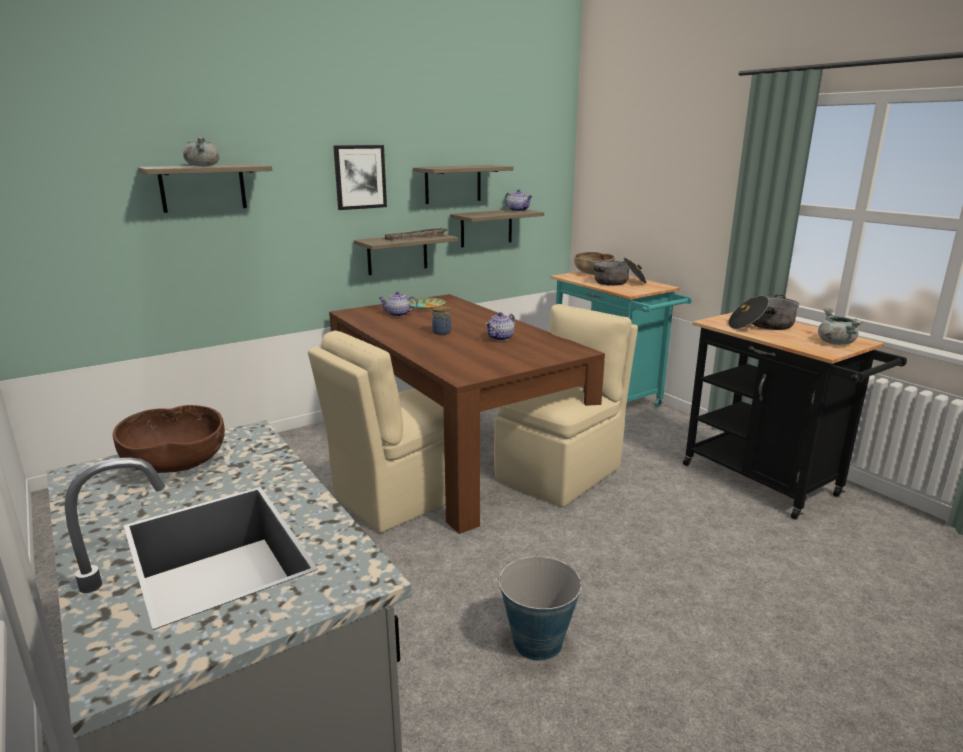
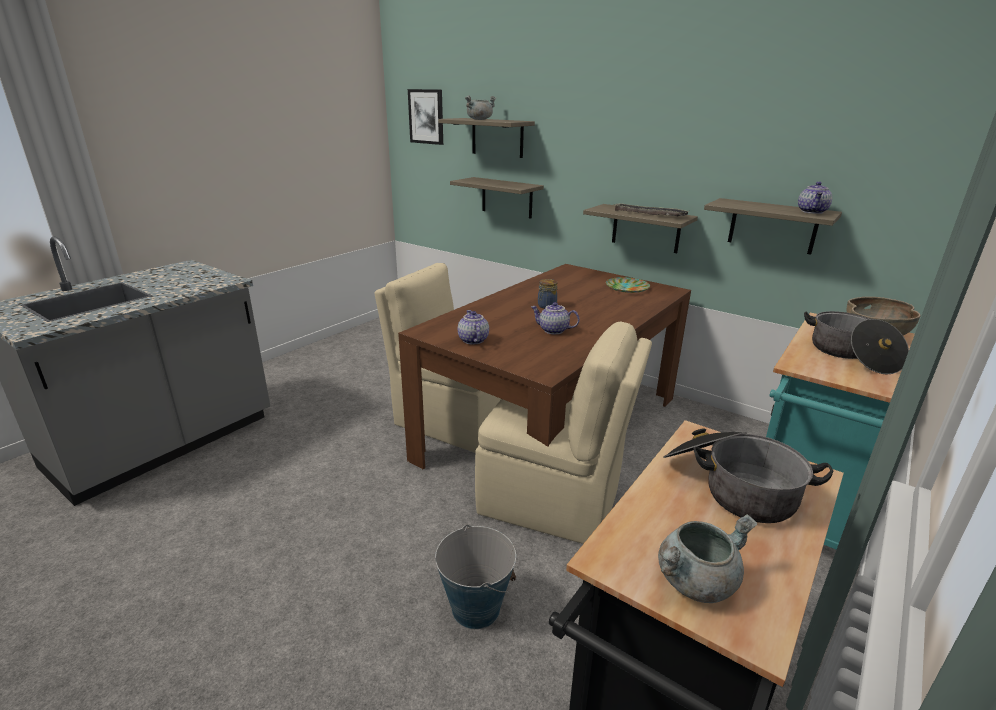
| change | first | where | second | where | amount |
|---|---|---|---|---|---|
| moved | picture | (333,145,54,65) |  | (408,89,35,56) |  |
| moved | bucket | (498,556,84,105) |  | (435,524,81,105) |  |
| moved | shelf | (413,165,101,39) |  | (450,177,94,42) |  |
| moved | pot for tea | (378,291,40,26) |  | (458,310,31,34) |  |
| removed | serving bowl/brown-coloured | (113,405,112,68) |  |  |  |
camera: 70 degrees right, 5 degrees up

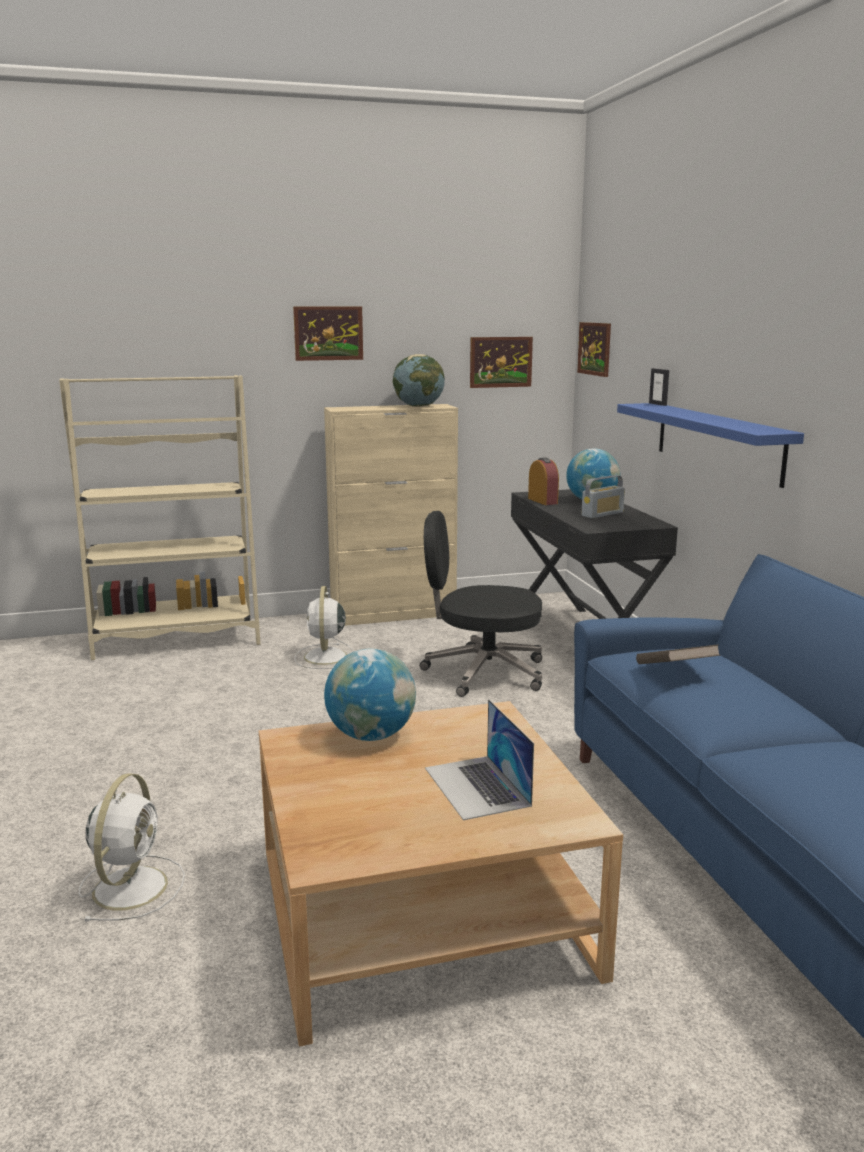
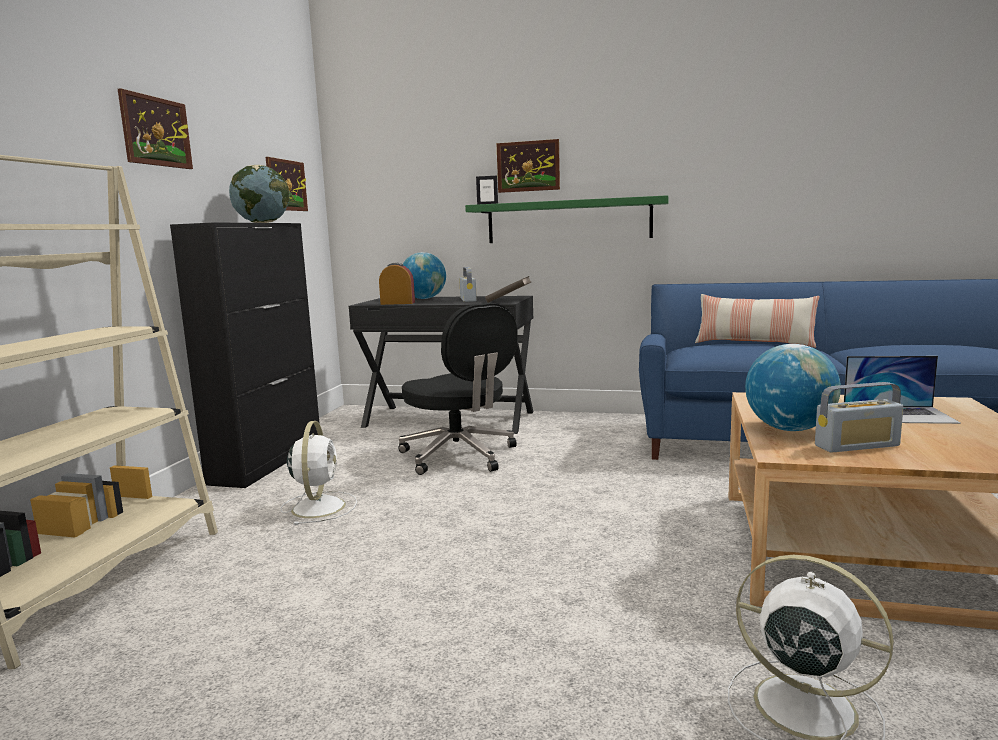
| change | first | where | second | where | amount |
|---|---|---|---|---|---|
| recoloured | storage cabinet/beige-coloured | (324,404,134,222) | storage cabinet/blackish | (170,223,150,265) |  |
| turned | electric fan/white-coloured | (294,586,60,83) |  | (280,421,77,104) | 120 degrees counterclockwise |
| turned | desk chair/blackish | (420,511,122,186) |  | (398,303,119,172) | 75 degrees counterclockwise |
| recoloured | shelf/blue | (617,403,187,85) | shelf/green | (465,195,204,48) |  |
| moved | volume/brown-coloured | (636,644,85,20) |  | (485,276,46,27) |  |
| moved | picture | (577,322,34,55) |  | (496,139,64,54) |  |
| added |  |  | throw pillow | (695,294,124,54) |  |
| added |  |  | radio set | (815,382,88,71) |  |
camera: 60 degrees left, 5 degrees down

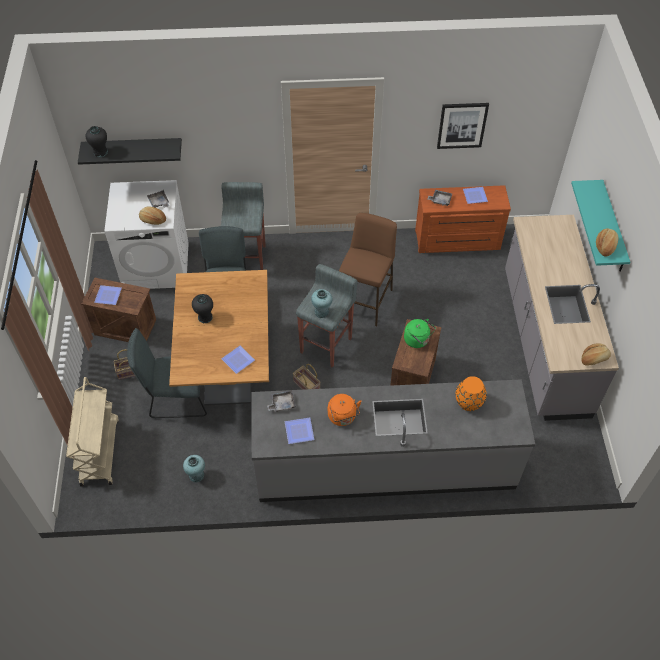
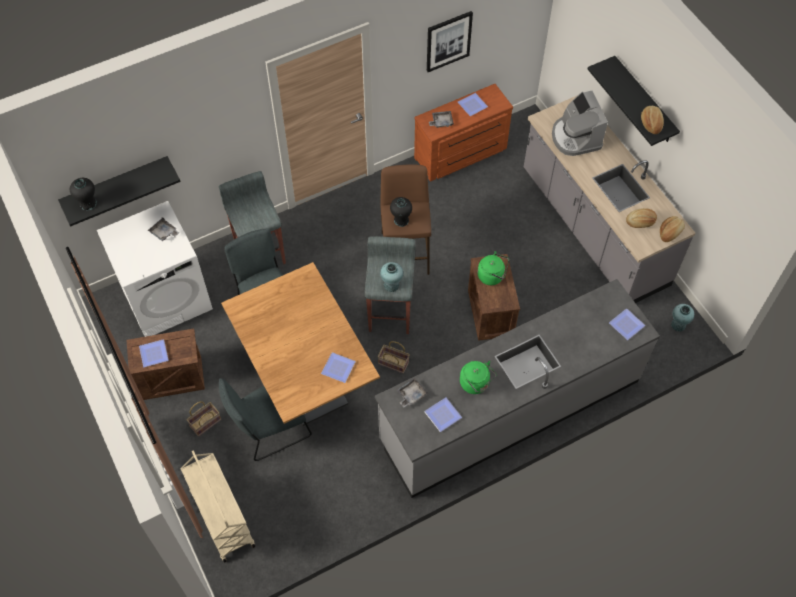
| change | first | where | second | where | amount |
|---|---|---|---|---|---|
| moved | vase/blackish | (192,294,21,29) |  | (390,197,22,30) |  |
| recoloured | kettle/orange-coloured | (328,394,34,32) | kettle/green | (460,361,37,33) |  |
| added |  |  | coffee machine | (552,91,56,65) |  |
| recoloured | shelf/blue-green | (571,180,59,92) | shelf/blackish | (588,56,92,90) |  |
| added |  |  | plate | (609,308,37,32) |  |
| moved | baked bread | (139,206,27,19) |  | (626,208,31,20) |  |
| moved | vase/blue-green | (183,455,22,27) |  | (671,304,23,28) |  |
| removed | vase/orange-coloured | (455,376,32,35) |  |  |  |
camera: 25 degrees left, 5 degrees up

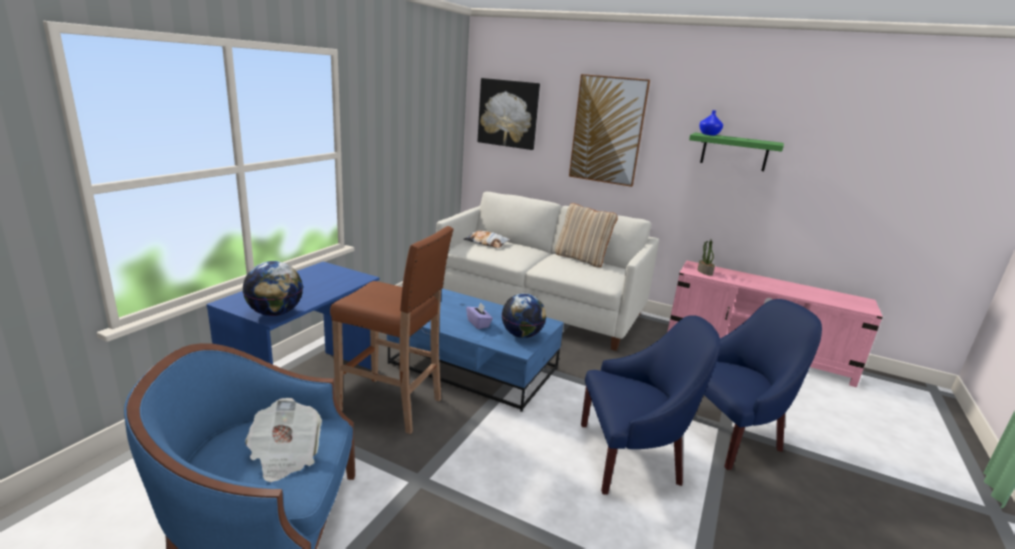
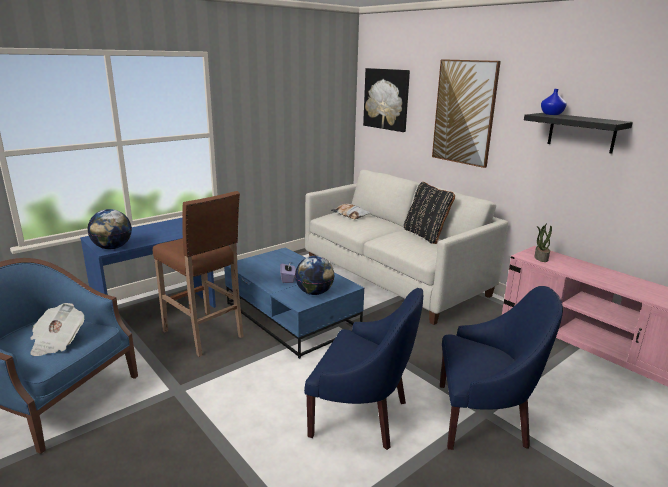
| change | first | where | second | where | amount |
|---|---|---|---|---|---|
| recoloured | throw pillow/beige-coloured | (555,203,63,64) | throw pillow/blackish | (404,182,51,62) |  |
| recoloured | shelf/green | (689,133,95,38) | shelf/blackish | (524,113,109,41) |  |
camera: 25 degrees right, 0 degrees up

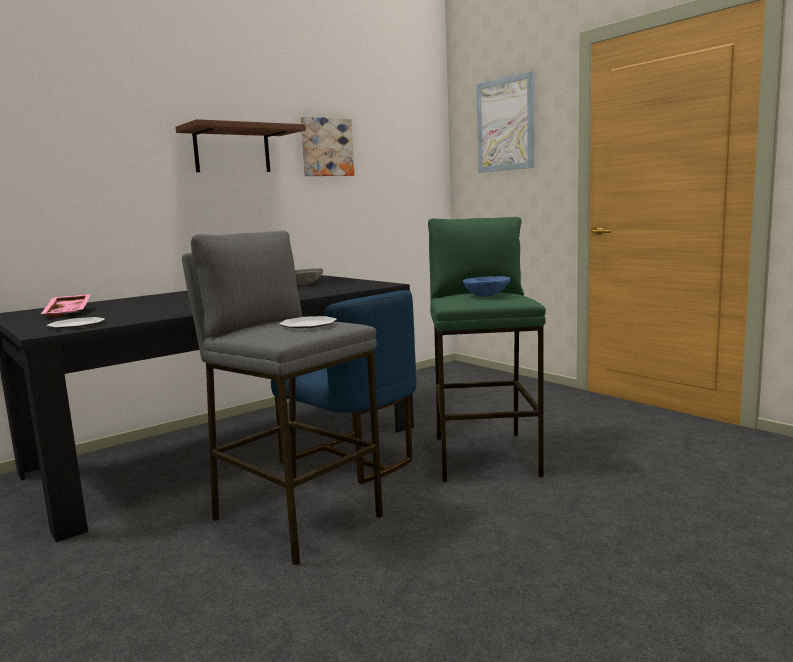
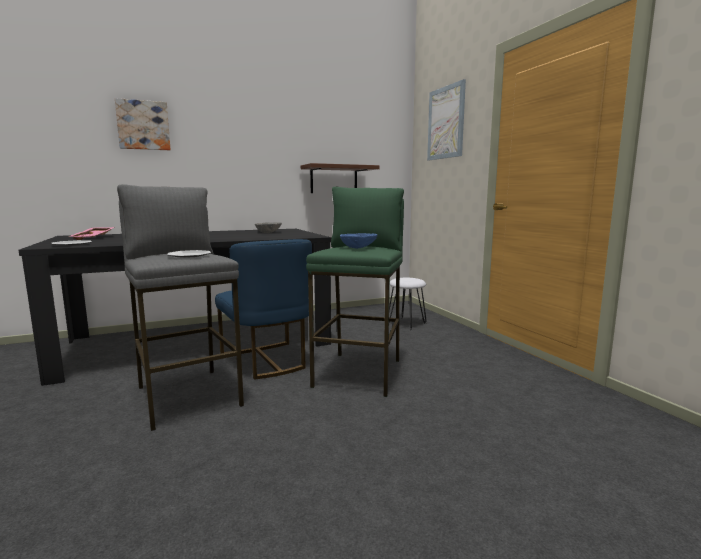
| change | first | where | second | where | amount |
|---|---|---|---|---|---|
| moved | picture | (301,116,54,60) |  | (115,98,55,53) |  |
| moved | shelf/brown-coloured | (175,119,131,53) |  | (301,163,79,30) |  |
| added |  |  | stool seat/white-coloured | (389,278,38,52) |  |
camera: 15 degrees right, 0 degrees up

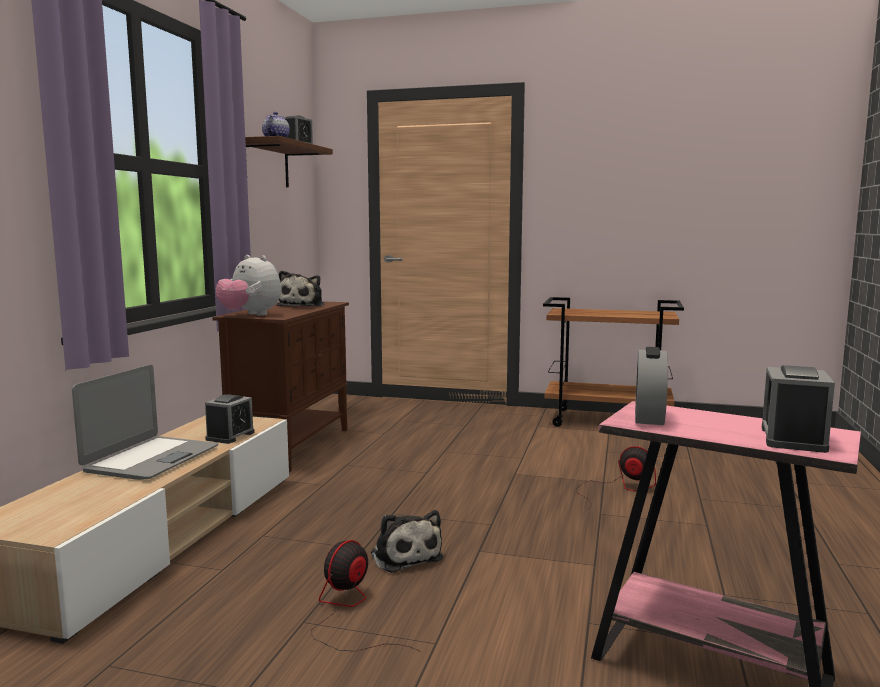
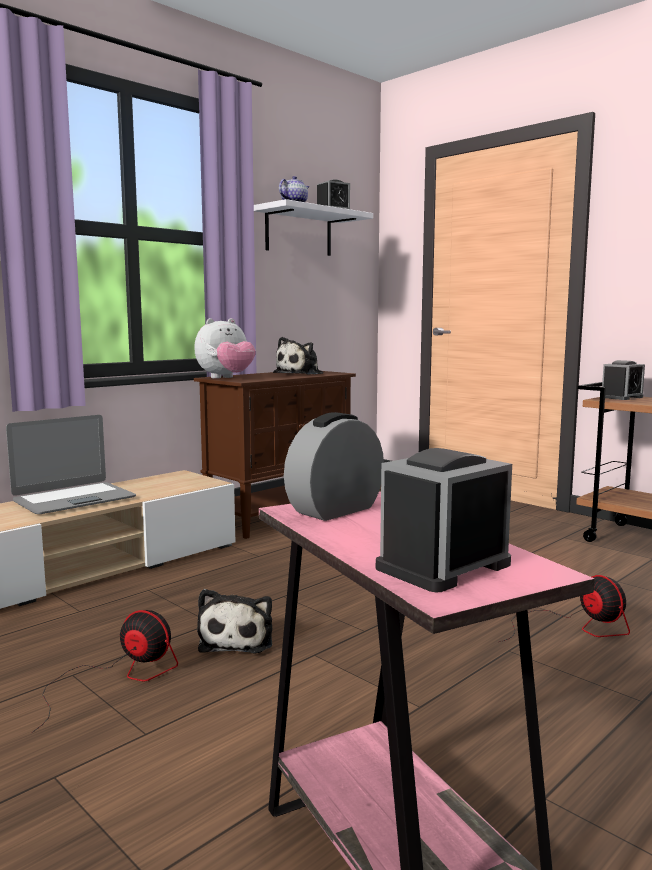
| change | first | where | second | where | amount |
|---|---|---|---|---|---|
| turned | electric fan | (311,540,111,112) |  | (31,610,147,123) | 45 degrees clockwise |
| turned | soft toy | (216,255,65,61) |  | (194,318,62,61) | 105 degrees counterclockwise |
| recoloured | shelf/brown-coloured | (245,136,88,52) | shelf/white-coloured | (254,199,119,57) |  |
| moved | bedside clock | (205,394,50,50) |  | (602,360,43,40) |  |
camera: 30 degrees right, 0 degrees up

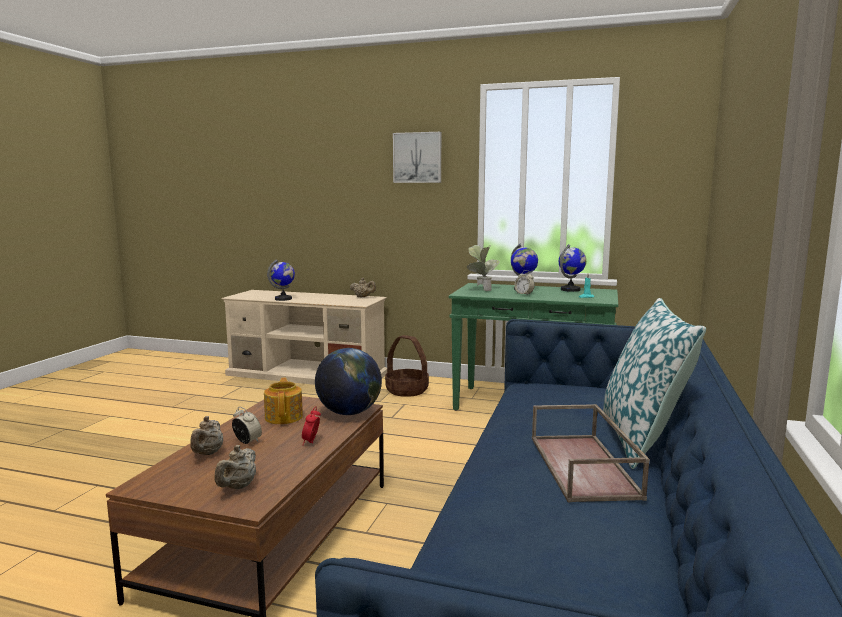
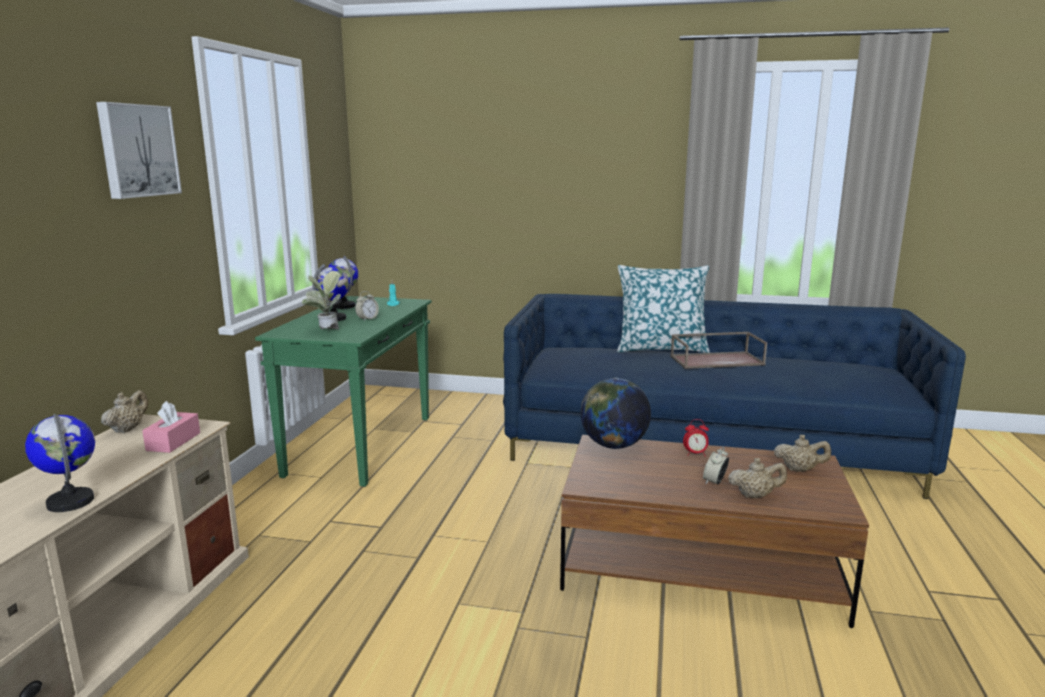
| change | first | where | second | where | amount |
|---|---|---|---|---|---|
| added |  |  | box of tissues/pink | (142,401,58,52) |  |
| removed | pot for tea | (264,378,39,46) |  |  |  |
| removed | storage basket | (385,335,44,62) |  |  |  |
camera: 95 degrees left, 5 degrees up

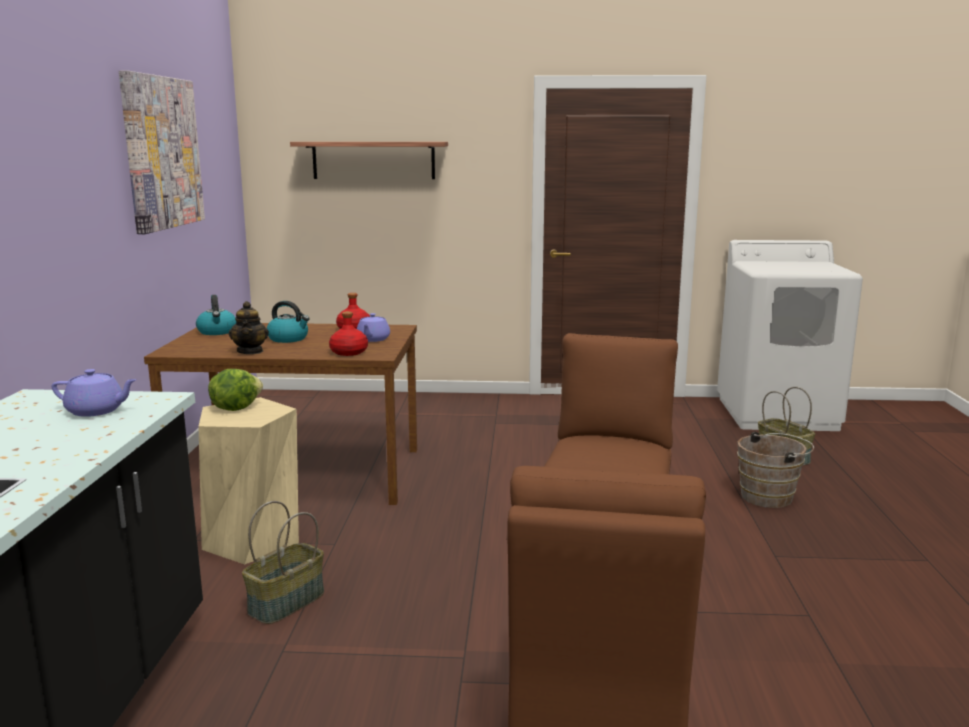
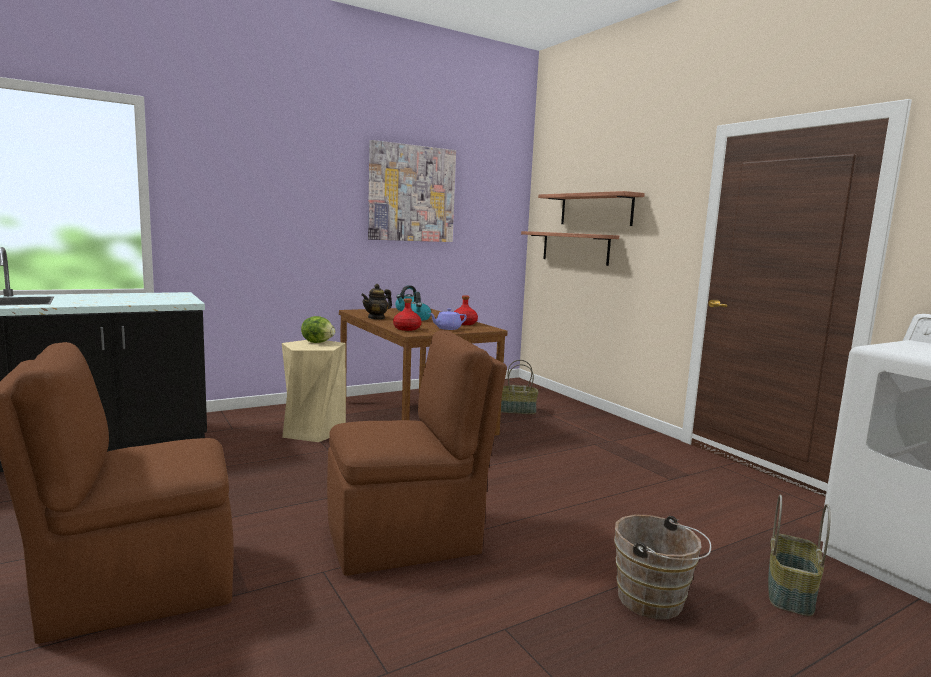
| change | first | where | second | where | amount |
|---|---|---|---|---|---|
| moved | storage basket | (242,501,82,123) |  | (501,360,37,54) |  |
| added |  |  | shelf | (521,231,98,35) |  |
| removed | pot for tea/purple-coloured | (52,369,85,48) |  |  |  |
camera: 55 degrees right, 5 degrees down

